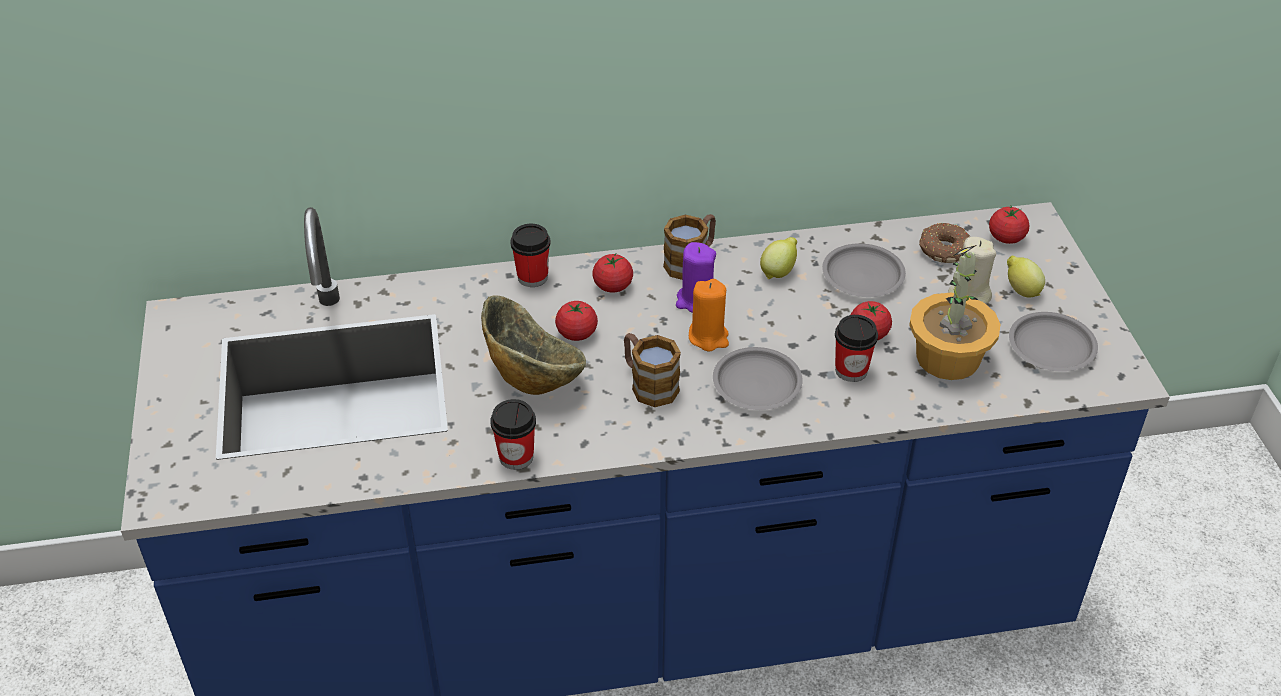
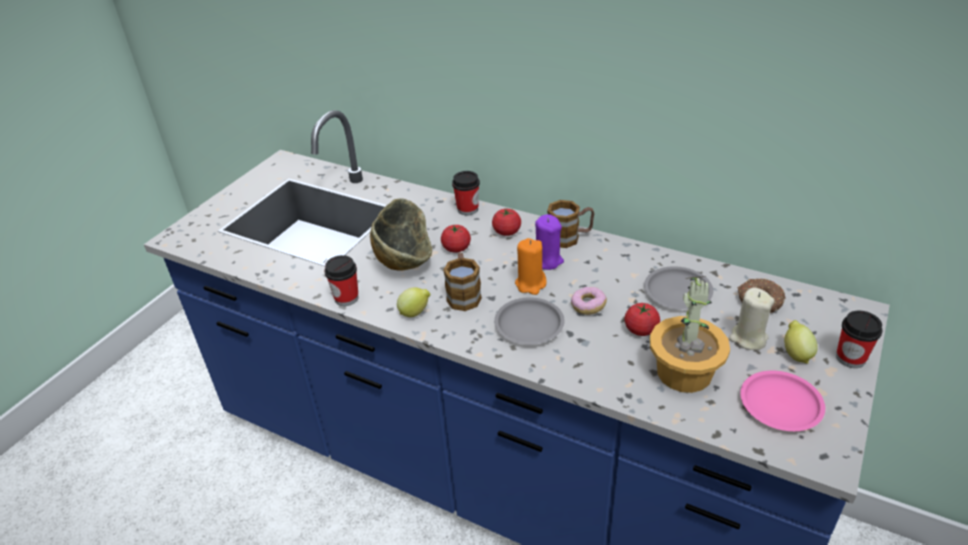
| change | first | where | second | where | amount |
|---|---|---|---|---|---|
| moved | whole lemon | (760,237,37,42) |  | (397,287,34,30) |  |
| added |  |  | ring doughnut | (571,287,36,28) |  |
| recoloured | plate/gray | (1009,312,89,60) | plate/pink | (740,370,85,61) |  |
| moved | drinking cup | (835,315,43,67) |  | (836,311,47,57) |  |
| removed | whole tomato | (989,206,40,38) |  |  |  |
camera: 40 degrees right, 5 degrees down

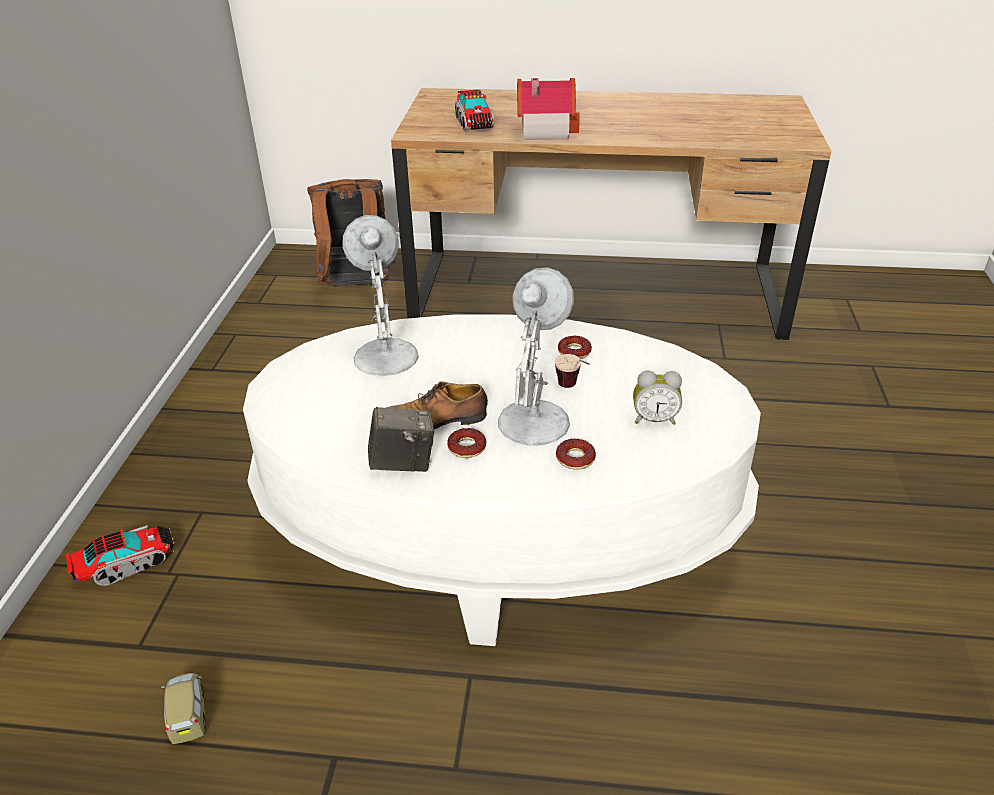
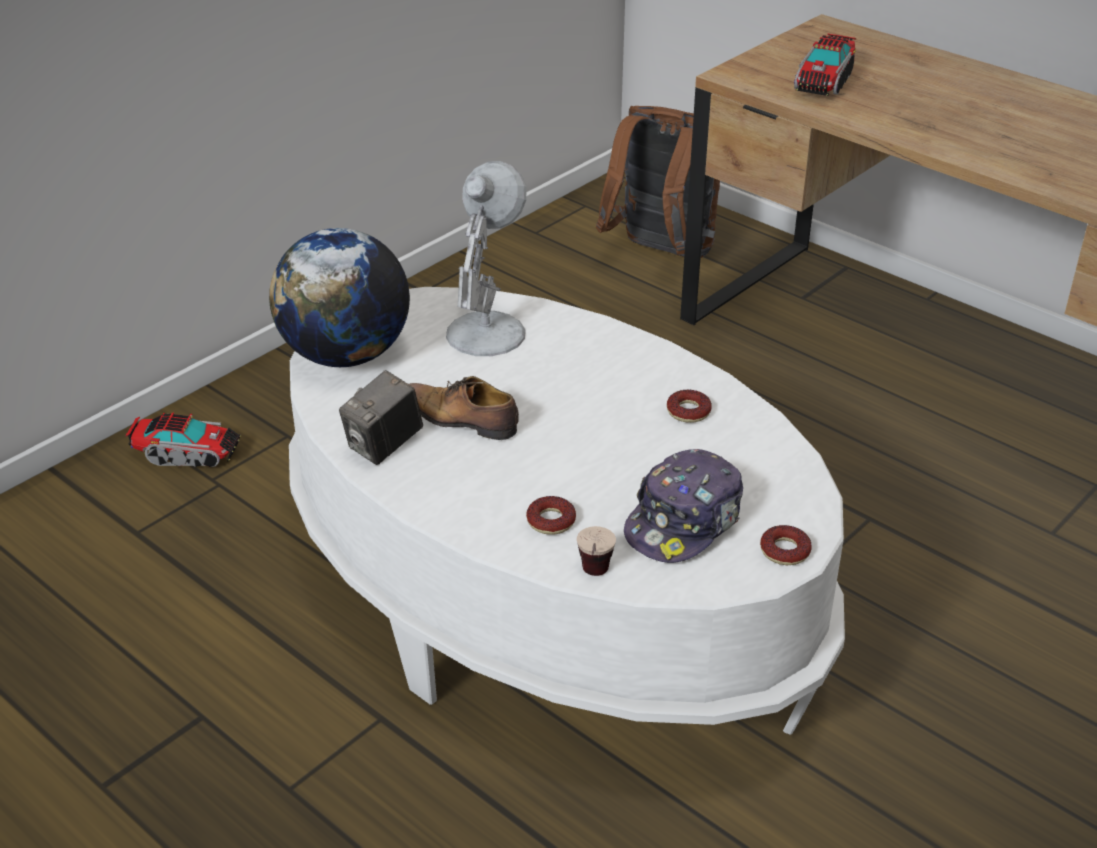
| change | first | where | second | where | amount |
|---|---|---|---|---|---|
| added |  |  | world globe | (269,228,141,139) |  |
| turned | photo camera | (368,407,66,65) |  | (339,370,84,95) | 105 degrees clockwise |
| moved | drinking cup | (554,354,36,34) |  | (577,526,39,50) |  |
| replaced | bedside clock | (633,371,49,54) | peaked cap | (624,449,119,114) |  |
| moved | ring doughnut | (447,428,39,30) |  | (760,525,52,40) |  |
| removed | toy car | (160,673,46,71) |  |  |  |
| removed | tabletop lamp/white-coloured | (498,267,76,179) |  |  |  |
| removed | toy house | (517,78,63,62) |  |  |  |
camera: 35 degrees right, 0 degrees up

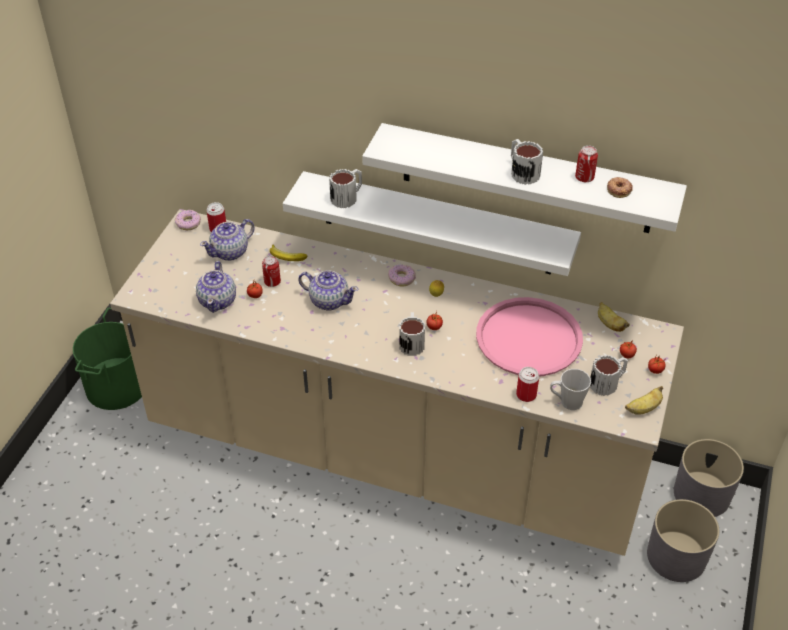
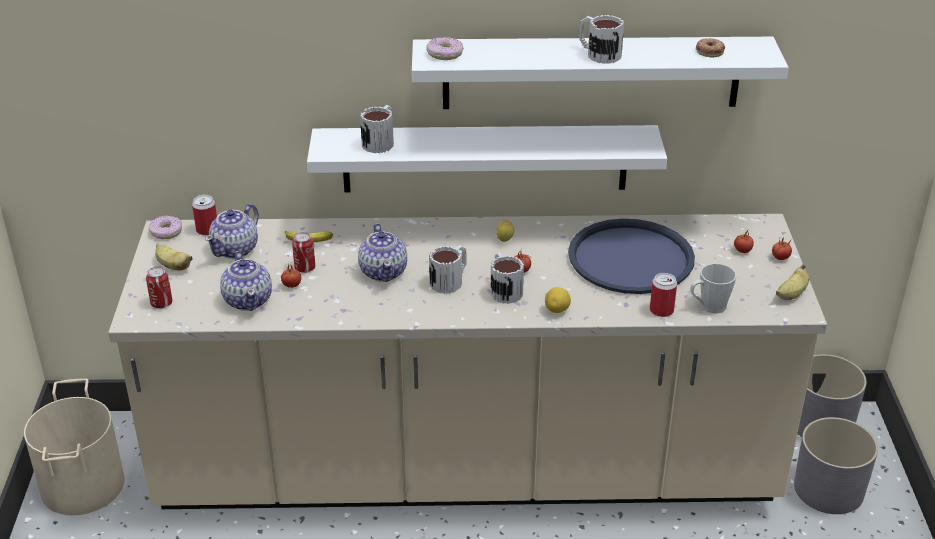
| change | first | where | second | where | amount |
|---|---|---|---|---|---|
| recoloured | bucket/green | (73,308,69,102) | bucket/beige-coloured | (24,379,101,136) |  |
| moved | sealed can | (575,145,23,37) |  | (146,267,26,41) |  |
| moved | banana fruit | (598,302,32,30) |  | (155,243,38,27) |  |
| turned | pot for tea | (298,270,60,40) |  | (358,223,49,59) | 75 degrees clockwise |
| moved | ring doughnut | (388,264,28,23) |  | (426,37,38,23) |  |
| moved | mug | (590,355,38,41) |  | (429,245,37,49) |  |
| added |  |  | whole lemon | (545,287,26,26) |  |
| recoloured | serving tray/pink | (476,297,107,79) | serving tray/blue | (568,219,127,75) |  |
camera: 20 degrees left, 10 degrees down

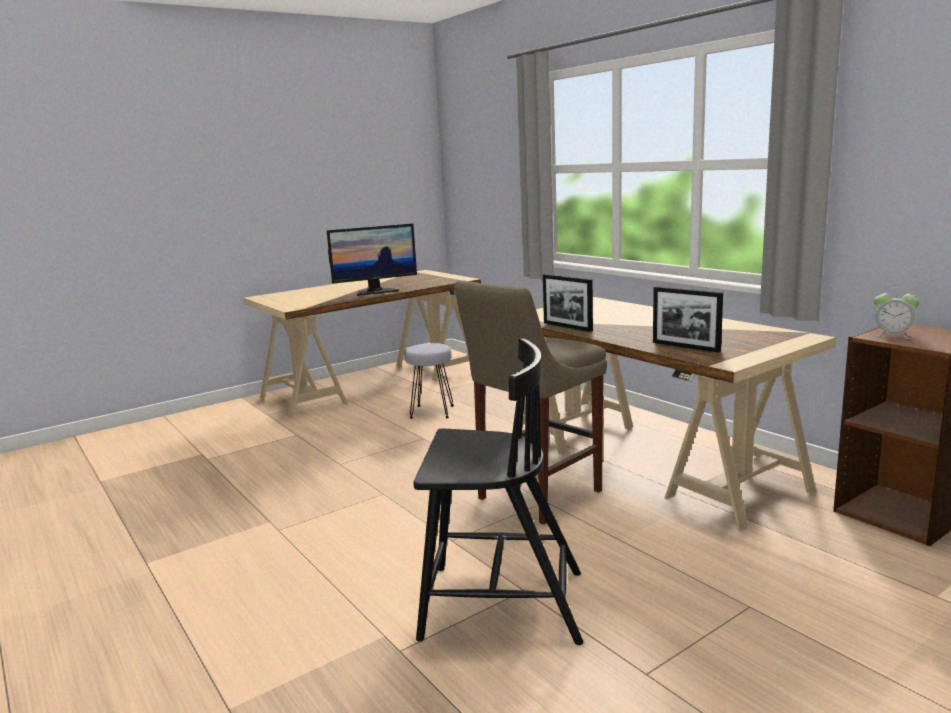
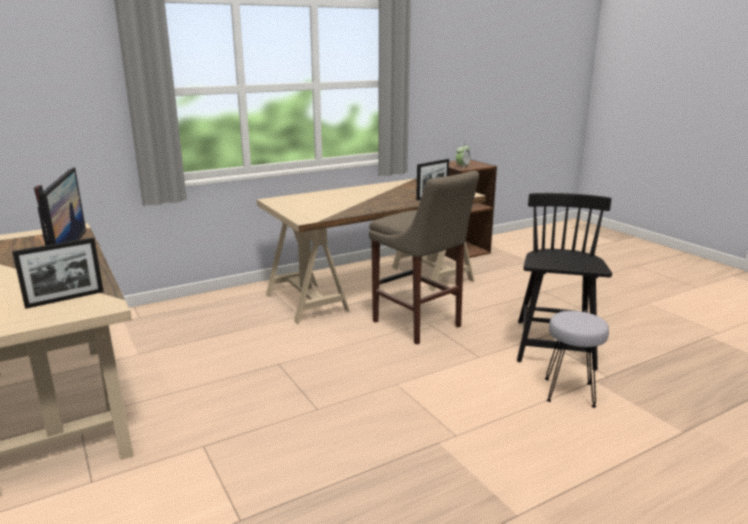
| change | first | where | second | where | amount |
|---|---|---|---|---|---|
| moved | photo frame | (543,274,50,58) |  | (12,237,92,72) |  |
| moved | stool seat/gray | (405,343,49,76) |  | (545,311,64,97) |  |
camera: 85 degrees left, 5 degrees up

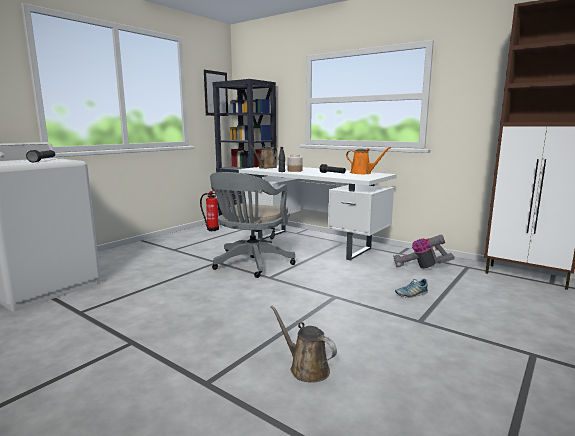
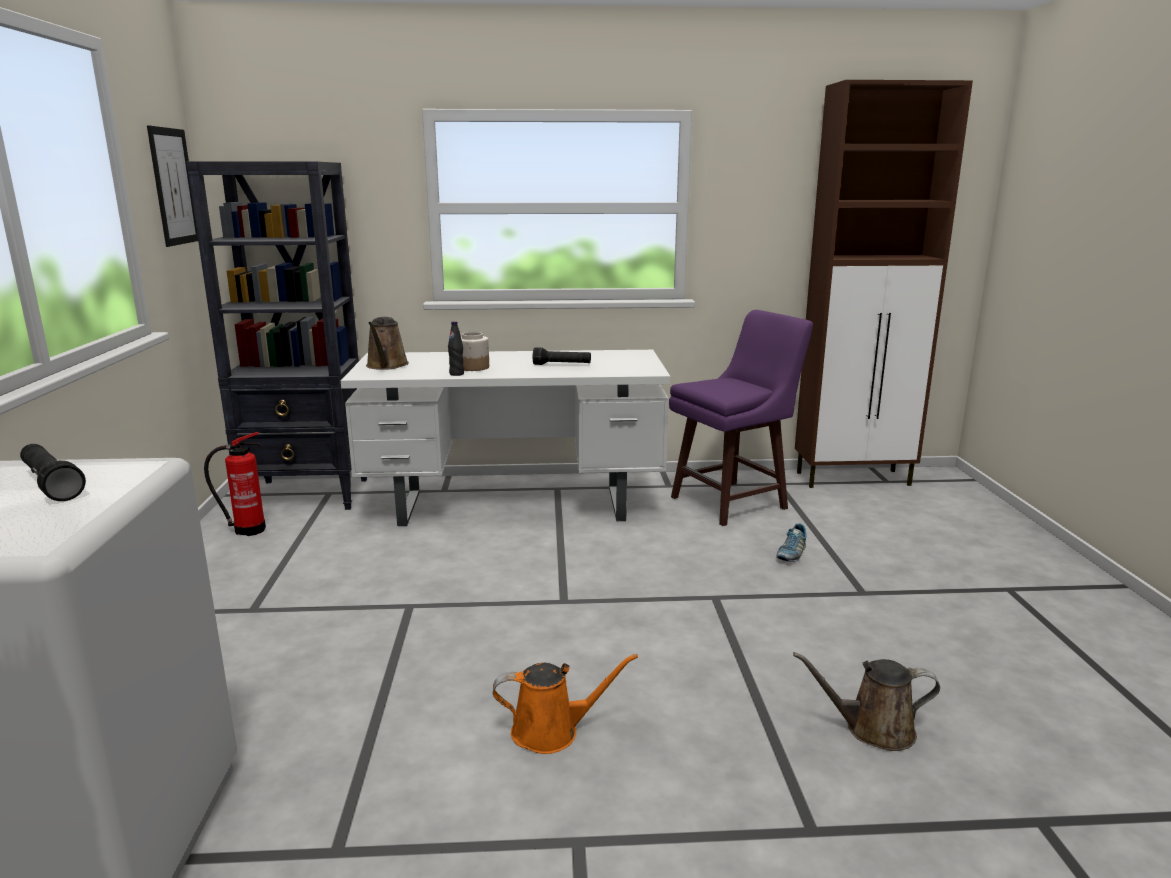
| change | first | where | second | where | amount |
|---|---|---|---|---|---|
| moved | watering can/orange-coloured | (346,147,45,27) |  | (493,654,145,100) |  |
| replaced | hoover | (393,234,62,34) | stool seat/purple-coloured | (669,310,144,216) |  |
| removed | desk chair/gray | (210,172,86,106) |  |  |  |
camera: 40 degrees left, 5 degrees up

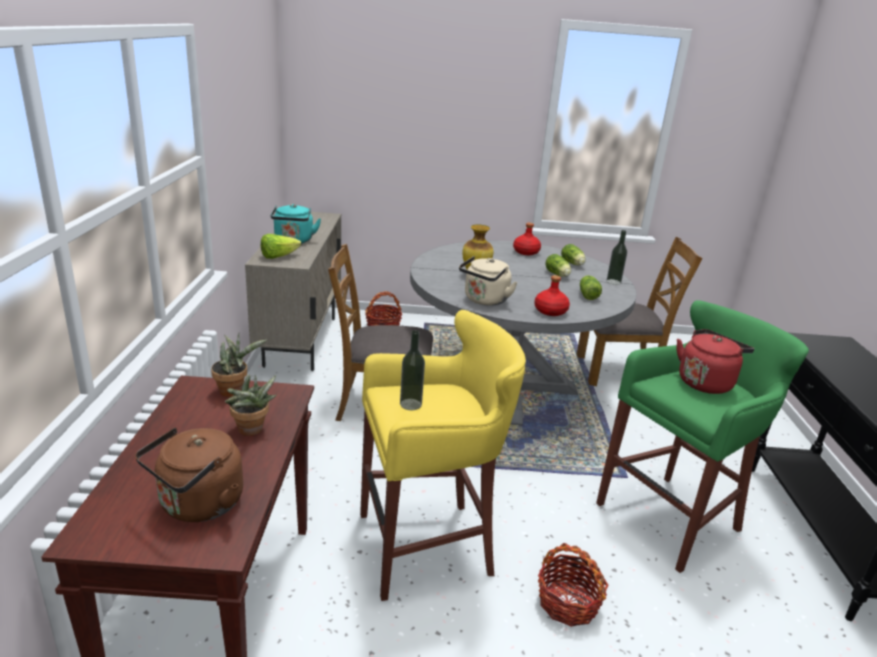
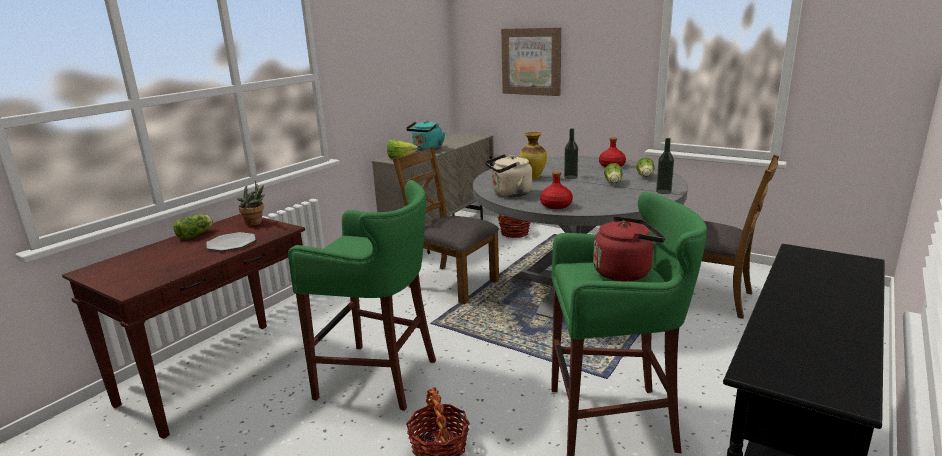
| change | first | where | second | where | amount |
|---|---|---|---|---|---|
| moved | lettuce head | (580,275,22,25) |  | (173,215,40,25) |  |
| replaced | plant in a pot | (225,375,52,61) | plate | (207,232,49,19) |  |
| recoloured | stool seat/yellowish | (360,310,166,291) | stool seat/green | (288,180,148,231) |  |
| added |  |  | picture | (501,27,60,69) |  |
| moved | bottle | (400,330,25,80) |  | (564,128,14,51) |  |
| removed | kettle/brown-coloured | (135,428,108,94) |  |  |  |
camera: 35 degrees right, 5 degrees down

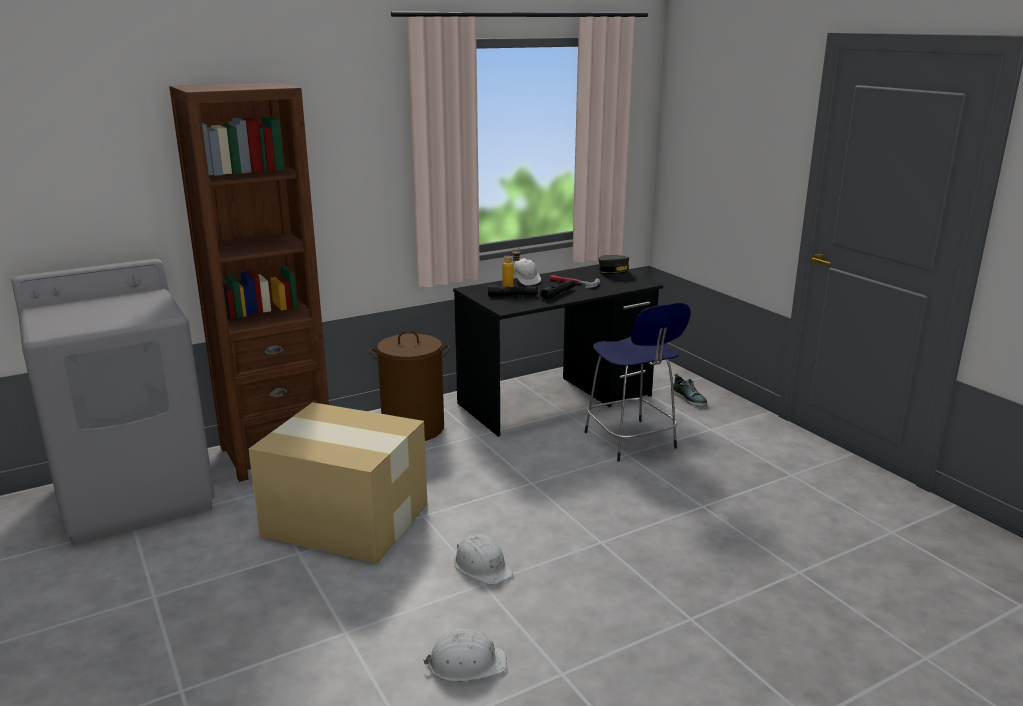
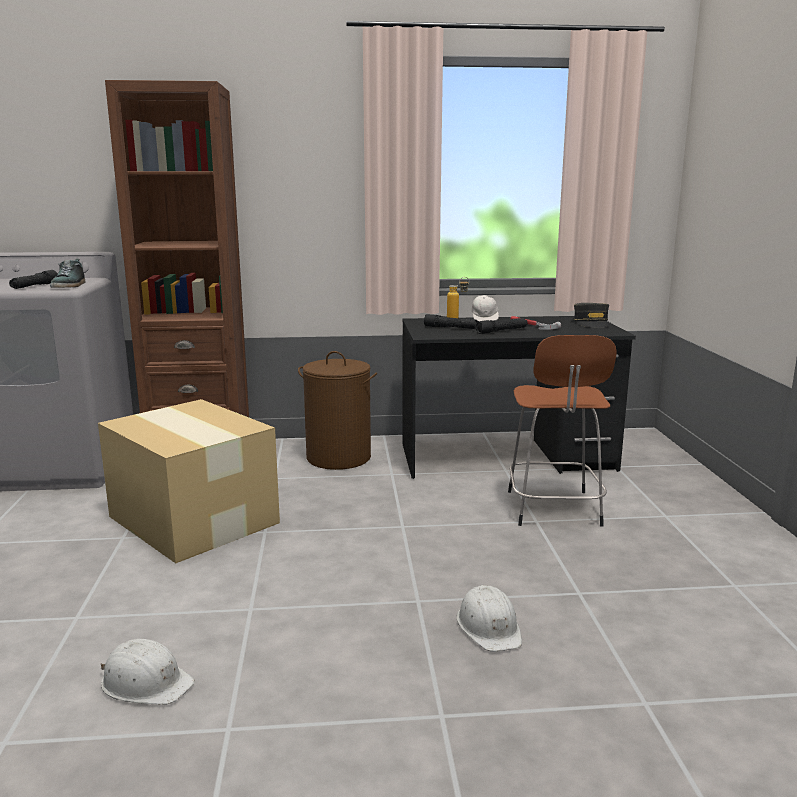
| change | first | where | second | where | amount |
|---|---|---|---|---|---|
| added |  |  | torch/blackish | (9,270,49,19) |  |
| moved | low shoe | (673,374,34,33) |  | (50,259,36,29) |  |
| moved | hard hat/white-coloured | (454,534,59,51) |  | (457,585,65,67) |  |
| recoloured | stool seat/blue | (584,303,107,159) | stool seat/brown-coloured | (508,335,109,191) |  |
camera: 25 degrees right, 5 degrees down

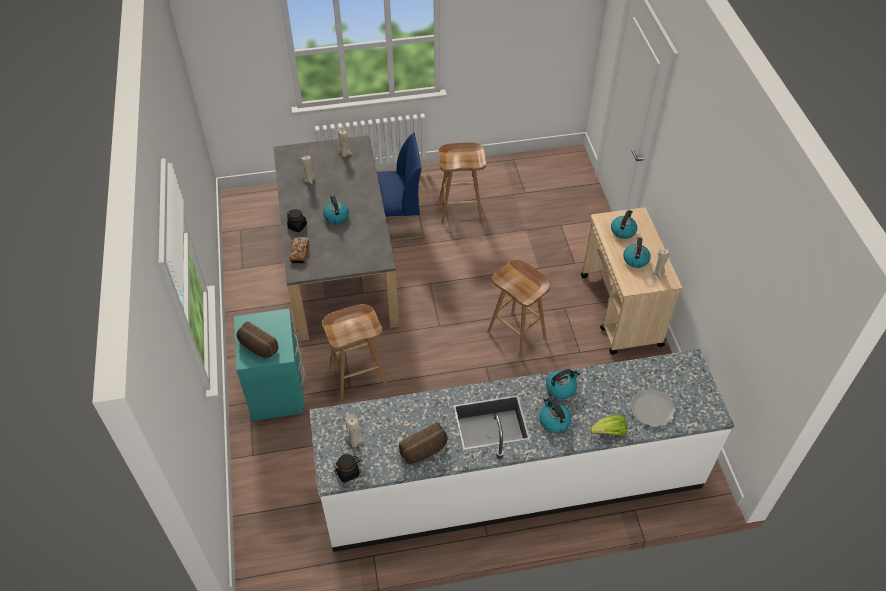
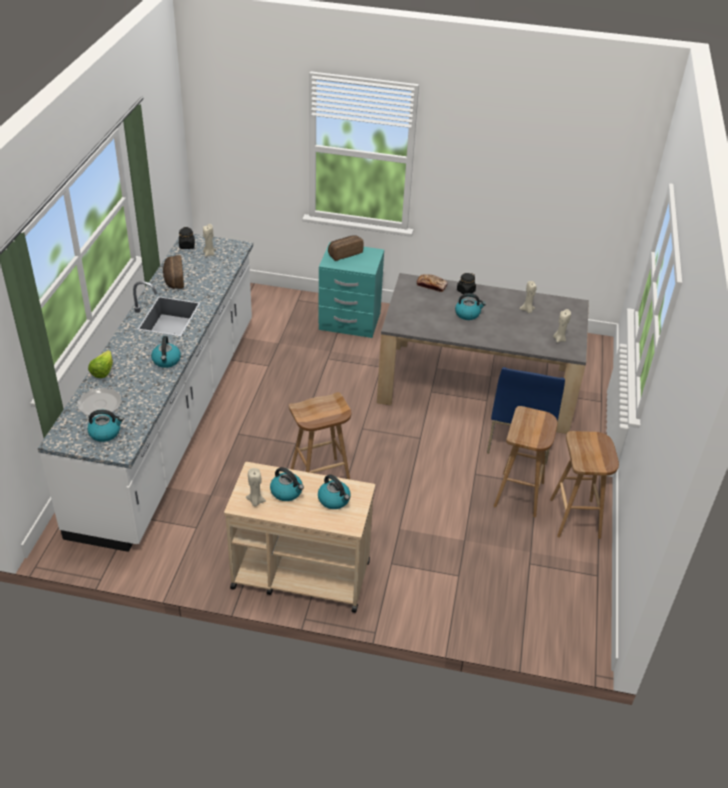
| change | first | where | second | where | amount |
|---|---|---|---|---|---|
| moved | kettle | (539,396,32,37) |  | (87,410,37,32) |  |
| moved | stool seat/brown-coloured | (323,304,64,95) |  | (550,431,69,108) |  |
camera: 110 degrees right, 10 degrees down

